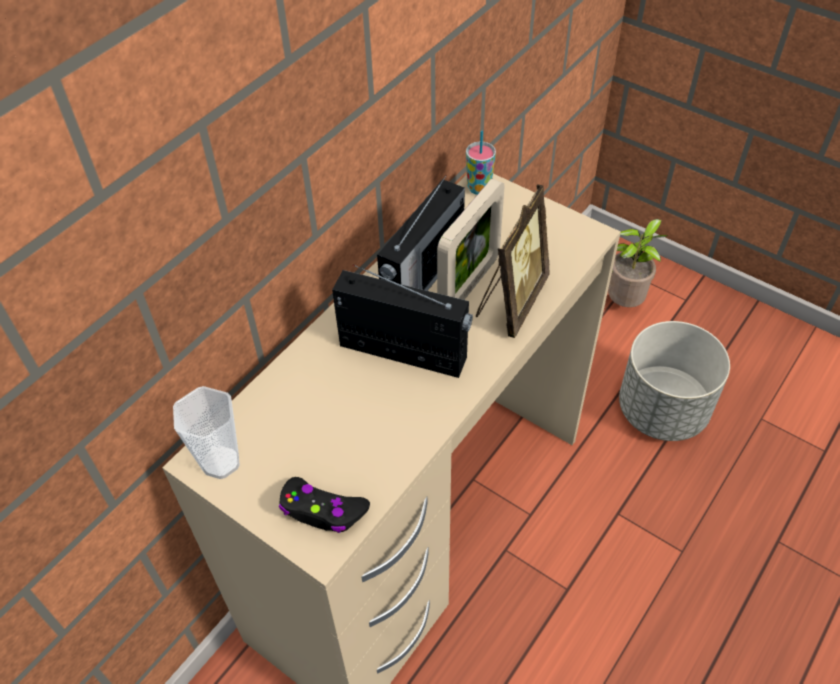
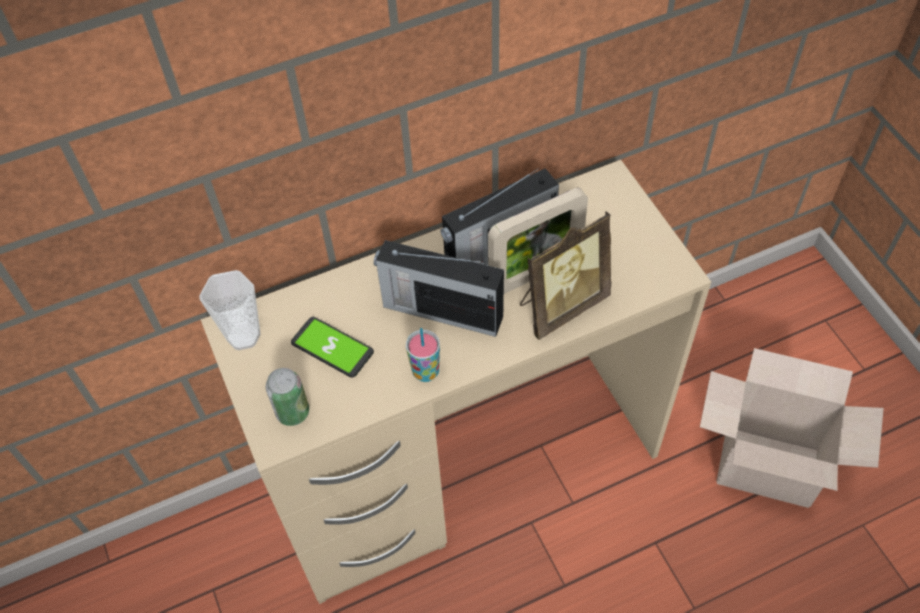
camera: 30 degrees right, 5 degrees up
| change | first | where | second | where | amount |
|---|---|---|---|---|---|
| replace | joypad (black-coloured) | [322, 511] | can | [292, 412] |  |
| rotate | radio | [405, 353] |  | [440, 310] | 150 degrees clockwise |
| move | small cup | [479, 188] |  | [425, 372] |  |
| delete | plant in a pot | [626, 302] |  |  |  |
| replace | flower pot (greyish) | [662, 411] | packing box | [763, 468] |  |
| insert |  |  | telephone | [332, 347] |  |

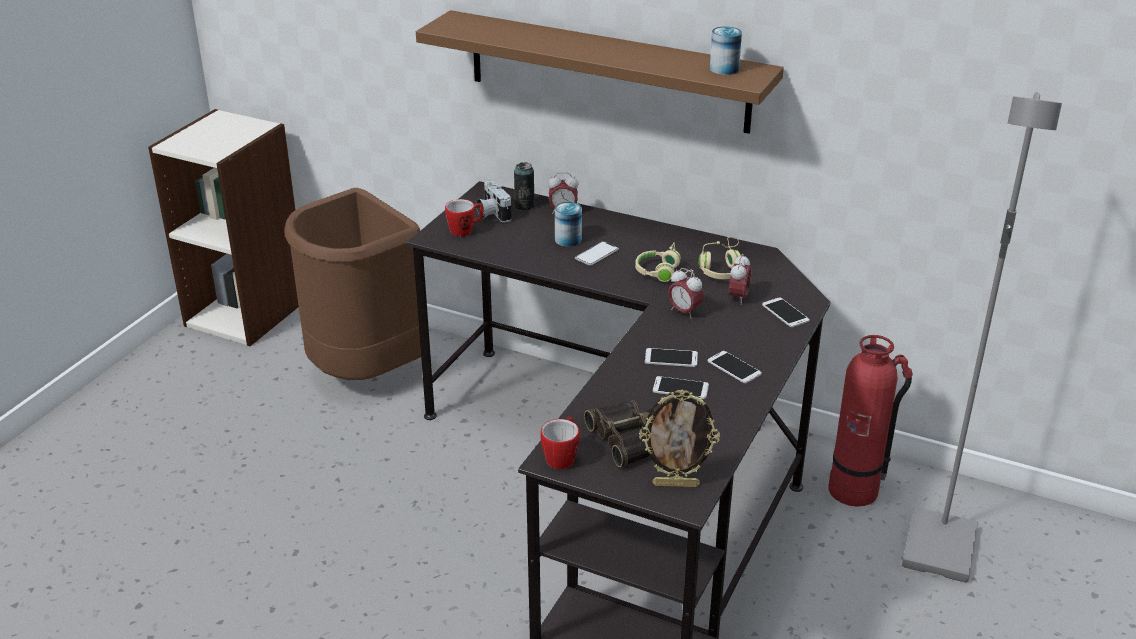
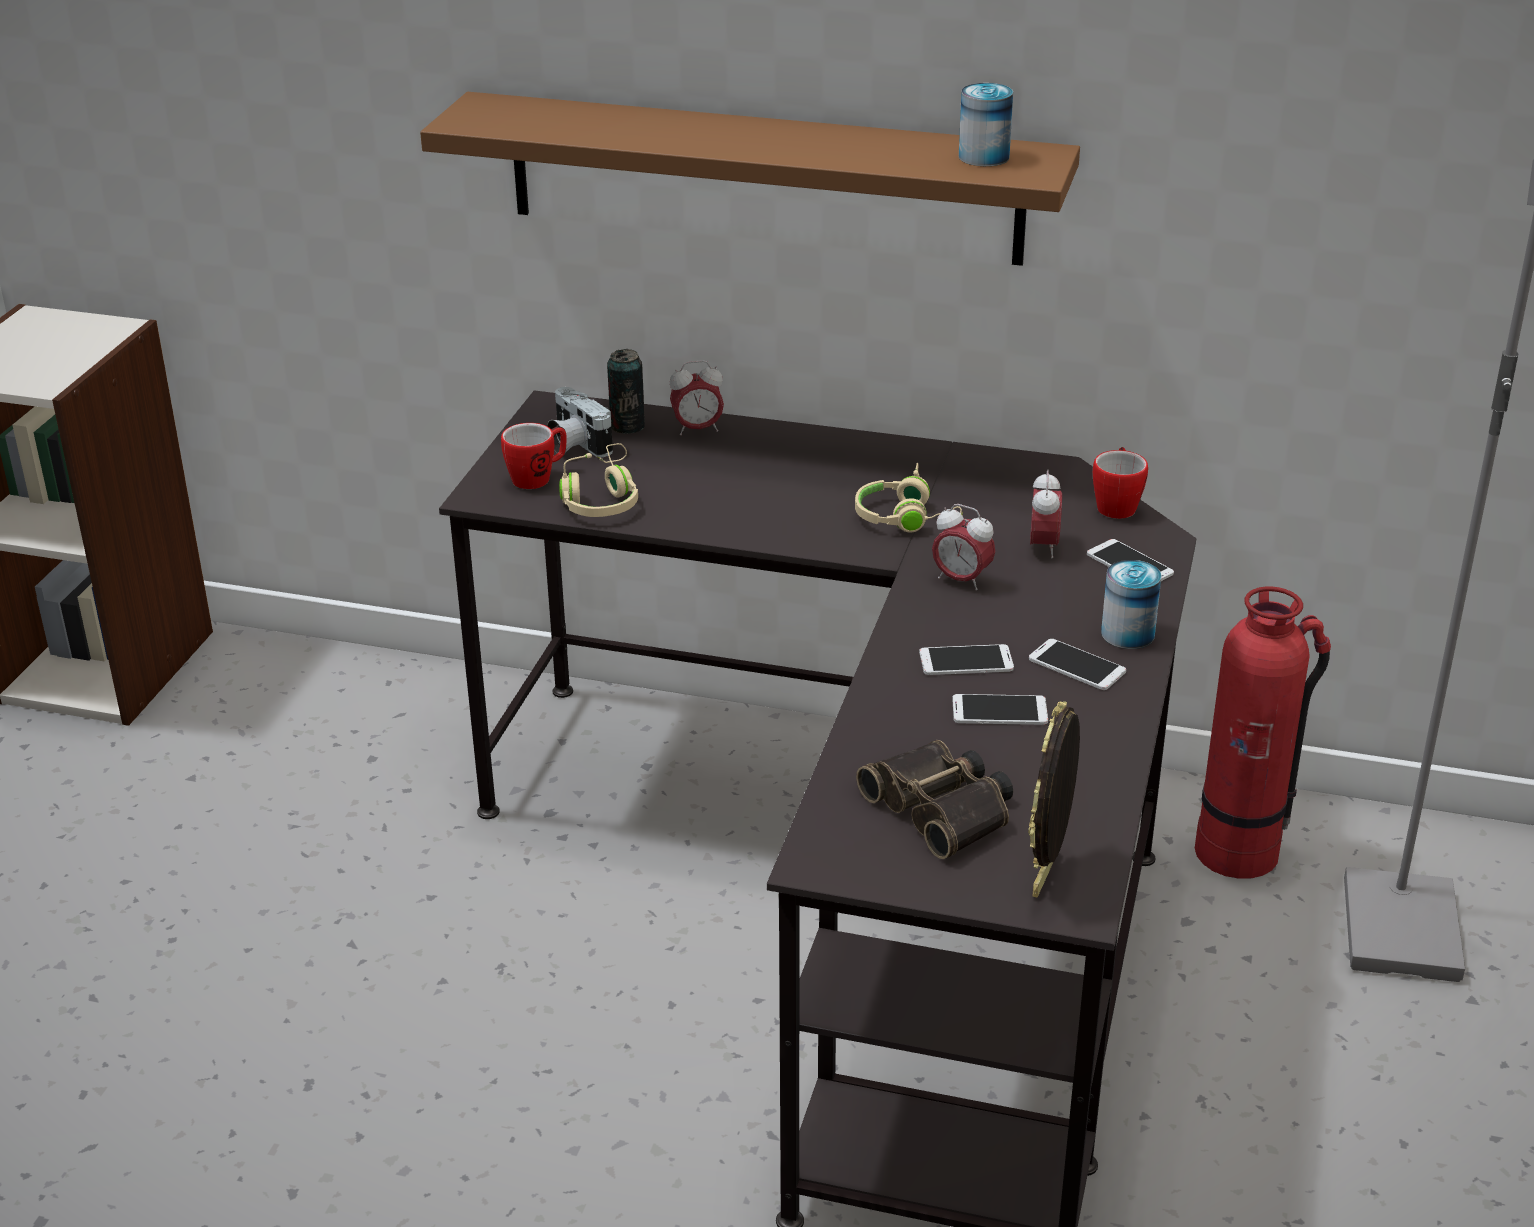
camera: 10 degrees left, 0 degrees up
| change | first | where | second | where | amount |
|---|---|---|---|---|---|
| delete | rubbish bin (brown) | [364, 373] |  |  |  |
| move | coffee mug | [562, 456] |  | [1116, 505] |  |
| move | can | [568, 240] |  | [1127, 634] |  |
| delete | telephone | [596, 254] |  |  |  |
| rotate | standing frame | [676, 484] |  | [1047, 876] | 120 degrees clockwise |
| move | headset (beige) | [722, 268] |  | [601, 499] |  |

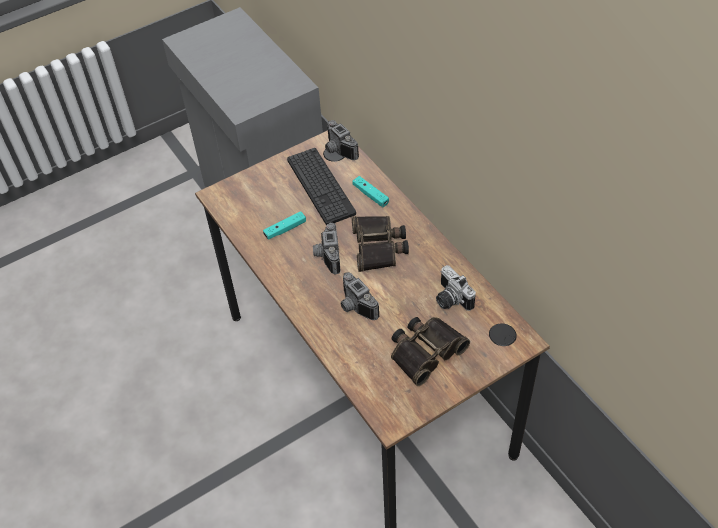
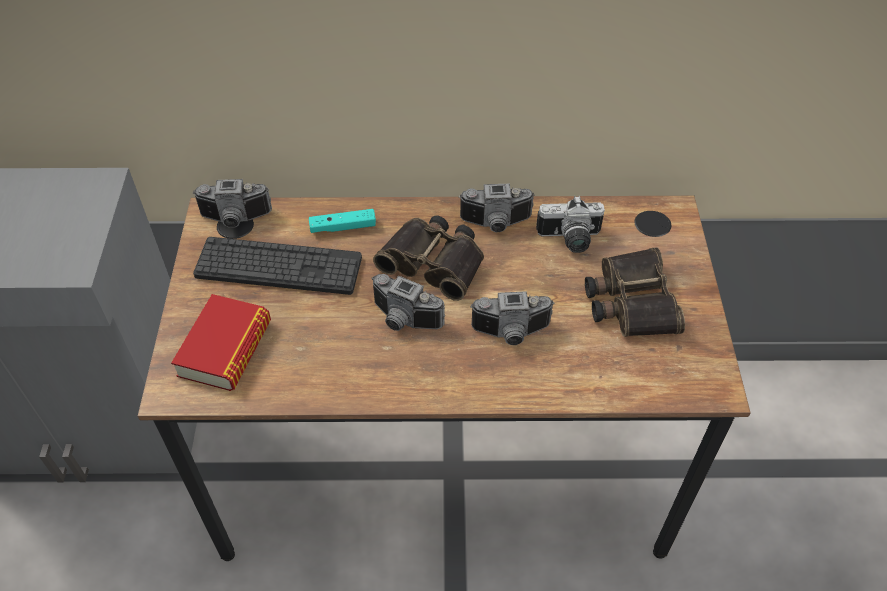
camera: 60 degrees left, 0 degrees up
| change | first | where | second | where | amount |
|---|---|---|---|---|---|
| delete | joypad (turquoise-coloured) | [285, 229] |  |  |  |
| insert |  |  | bound book | [225, 348] |  |
| insert |  |  | still camera | [496, 224] |  |

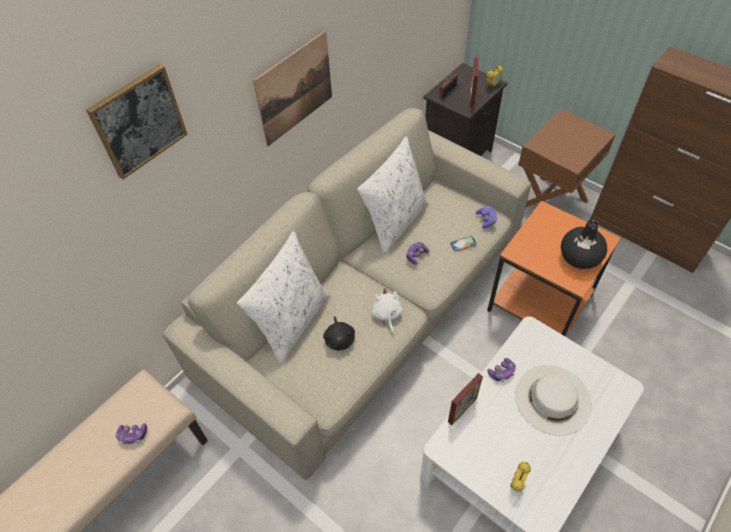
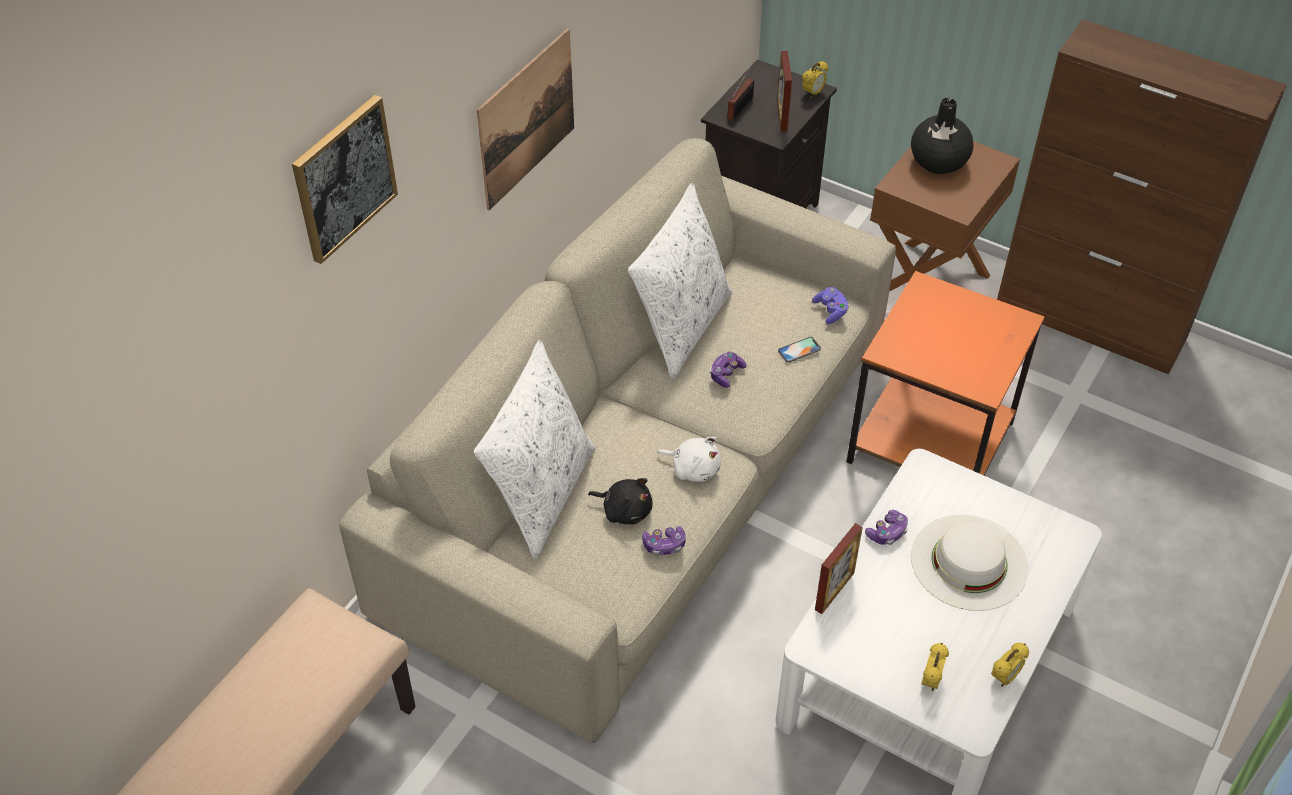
camera: 10 degrees left, 5 degrees down
| change | first | where | second | where | amount |
|---|---|---|---|---|---|
| move | joypad | [133, 435] |  | [664, 545] |  |
| rotate | cuddly toy (black-coloured) | [339, 339] |  | [625, 510] | 45 degrees counterclockwise |
| rotate | cuddly toy (whitish) | [386, 315] |  | [693, 468] | 135 degrees clockwise |
| move | flower vase (black-coloured) | [578, 258] |  | [937, 163] |  |
| insert |  |  | alarm clock | [1004, 678] |  |

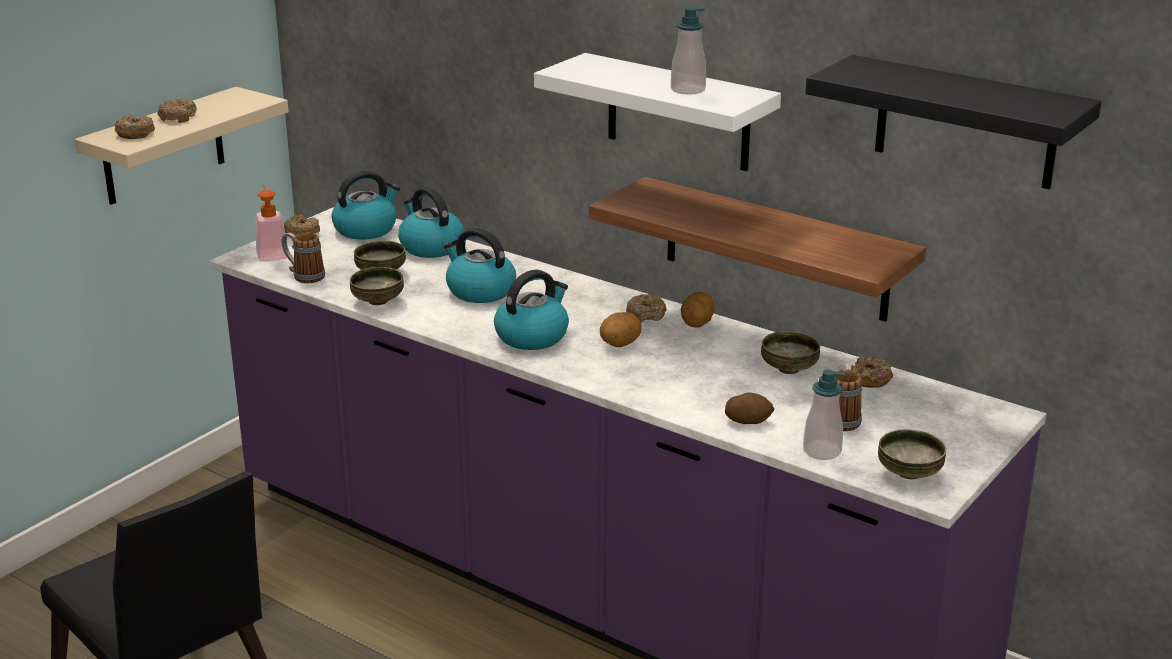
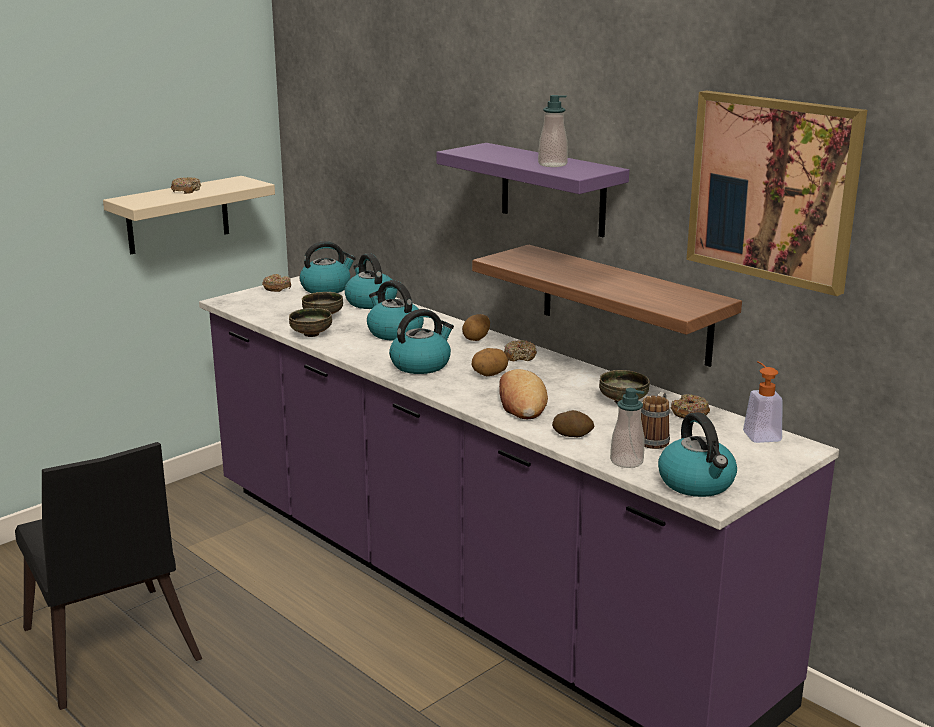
camera: 10 degrees right, 5 degrees down
| change | first | where | second | where | amount |
|---|---|---|---|---|---|
| delete | ring doughnut | [135, 133] |  |  |  |
| move | soap dispenser | [272, 253] |  | [759, 433] |  |
| delete | coffee mug | [303, 276] |  |  |  |
| recolor | bracket shelf (whitish) | [678, 113] | bracket shelf (purplish) | [553, 190] |  |
| move | whole potato | [697, 323] |  | [476, 339] |  |
| replace | bracket shelf (black-coloured) | [965, 123] | wall picture | [773, 189] |  |
| replace | serving bowl | [909, 473] | water kettle | [697, 483] |  |
| insert |  |  | bread | [521, 402] |  |

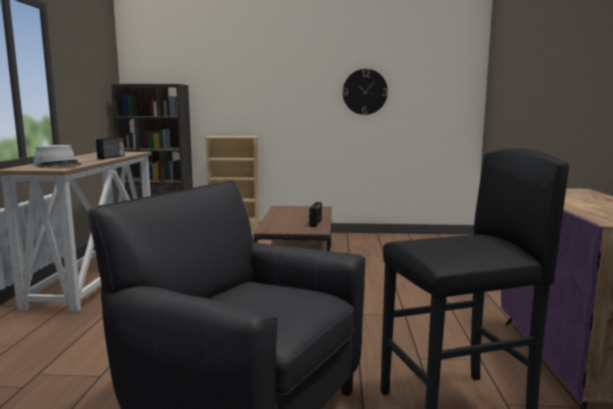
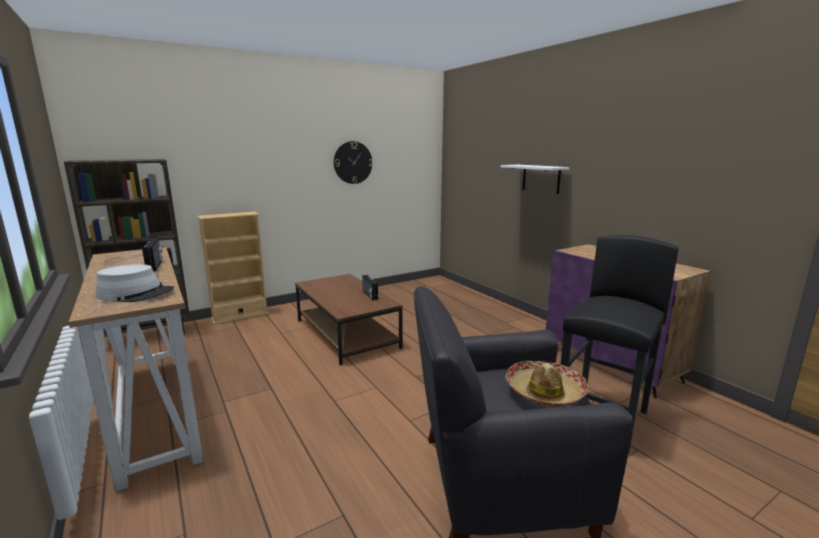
camera: 35 degrees left, 5 degrees up
| change | first | where | second | where | amount |
|---|---|---|---|---|---|
| insert |  |  | bracket shelf (whitish) | [541, 178] |  |
| insert |  |  | hat | [544, 391] |  |

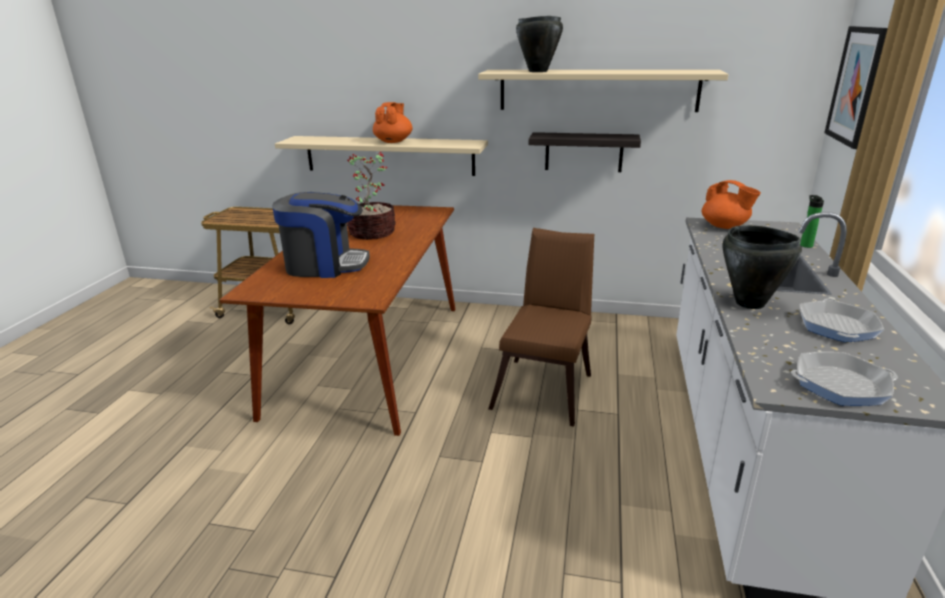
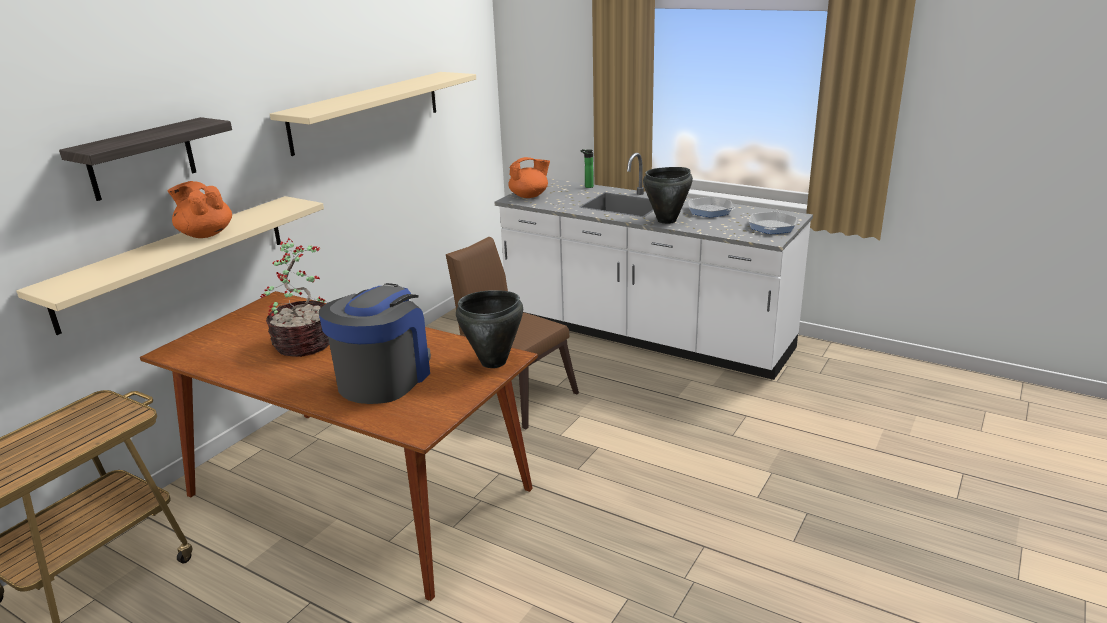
camera: 70 degrees left, 0 degrees up
| change | first | where | second | where | amount |
|---|---|---|---|---|---|
| move | cooking pot (black-coloured) | [537, 71] |  | [494, 362] |  |
| move | bracket shelf | [583, 152] |  | [141, 159] |  |
| delete | wall picture | [856, 86] |  |  |  |

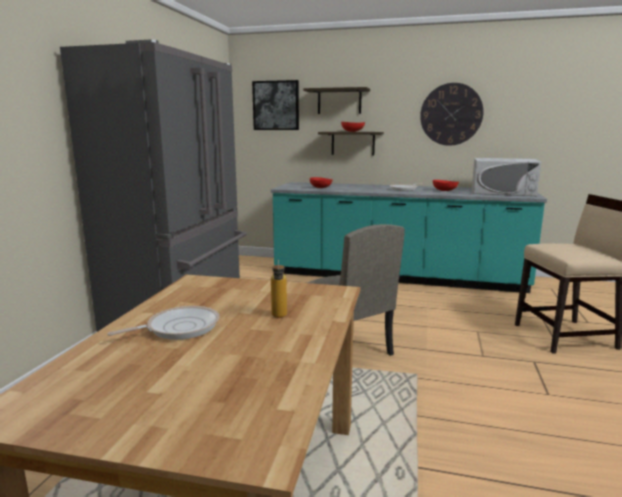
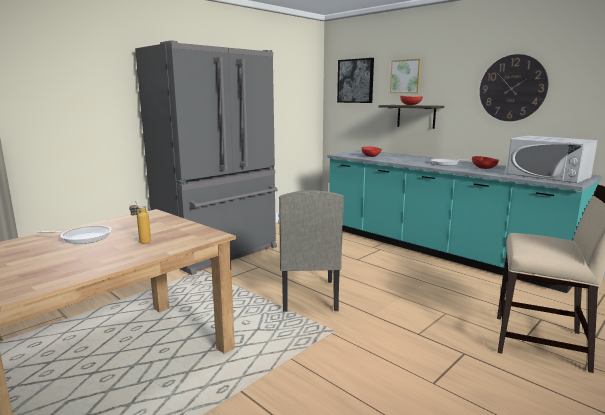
camera: 30 degrees right, 0 degrees up
| change | first | where | second | where | amount |
|---|---|---|---|---|---|
| replace | bracket shelf | [339, 101] | wall picture | [406, 76] |  |

